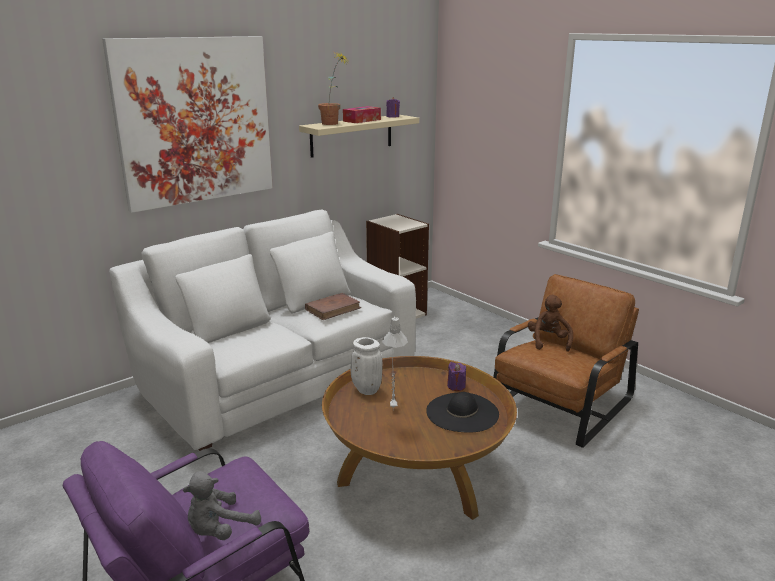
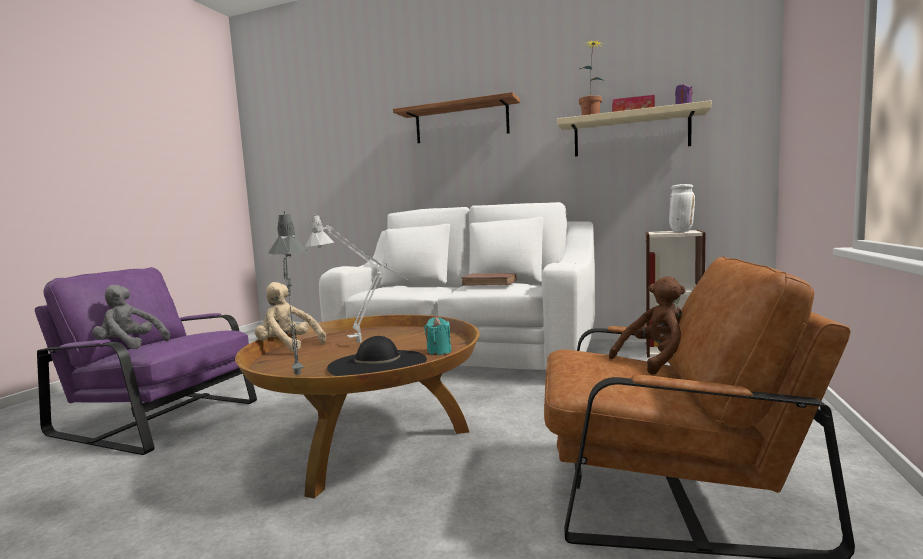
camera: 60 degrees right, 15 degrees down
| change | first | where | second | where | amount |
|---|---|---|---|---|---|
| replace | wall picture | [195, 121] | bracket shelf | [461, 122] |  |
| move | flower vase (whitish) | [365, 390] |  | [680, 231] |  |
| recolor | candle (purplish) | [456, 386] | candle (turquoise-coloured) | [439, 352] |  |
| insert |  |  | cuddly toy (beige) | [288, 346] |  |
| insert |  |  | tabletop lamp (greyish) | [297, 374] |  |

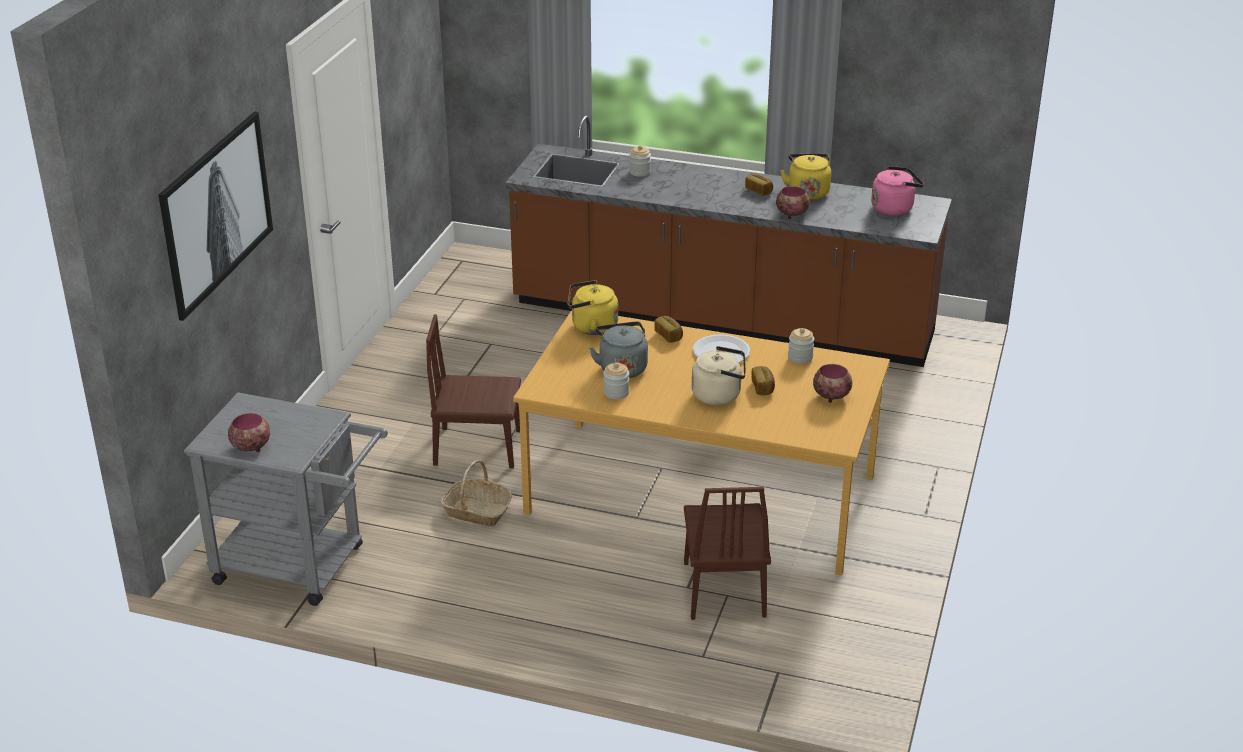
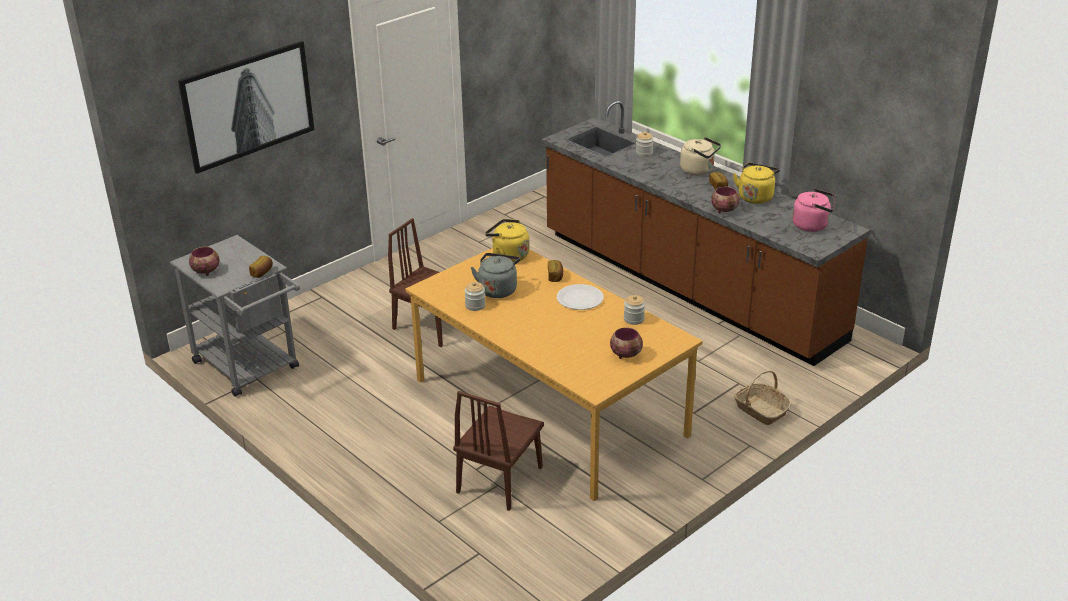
camera: 30 degrees right, 0 degrees up
| change | first | where | second | where | amount |
|---|---|---|---|---|---|
| move | storage basket | [477, 511] |  | [761, 410] |  |
| move | water kettle (beige) | [719, 395] |  | [699, 170] |  |
| move | bread | [763, 387] |  | [262, 272] |  |

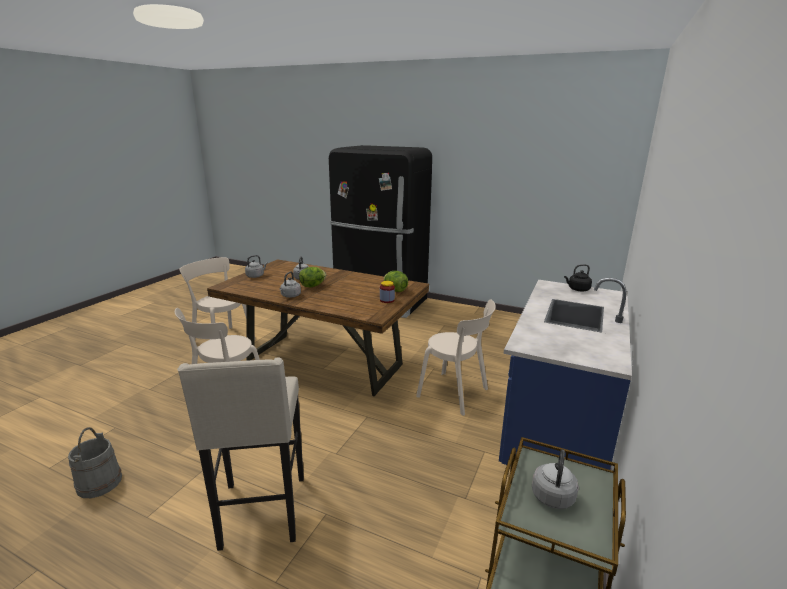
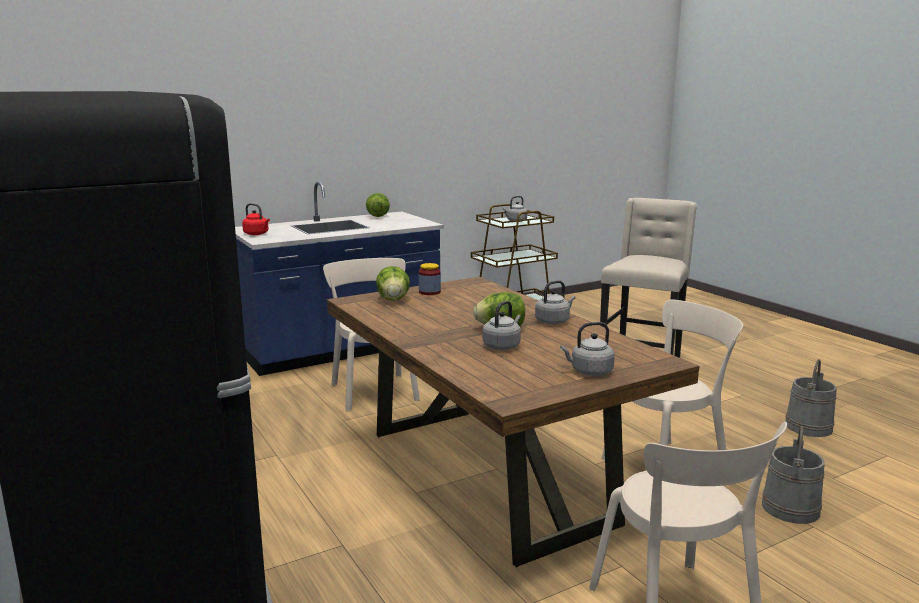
camera: 145 degrees left, 5 degrees down
| change | first | where | second | where | amount |
|---|---|---|---|---|---|
| recolor | water kettle (black-coloured) | [577, 289] | water kettle (reddish) | [257, 234] |  |
| insert |  |  | head of lettuce | [378, 216] |  |
| insert |  |  | bucket (greyish) | [790, 508] |  |

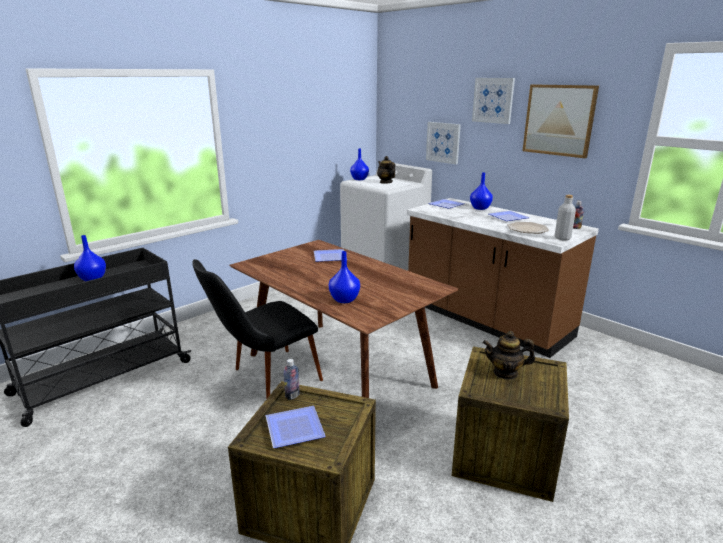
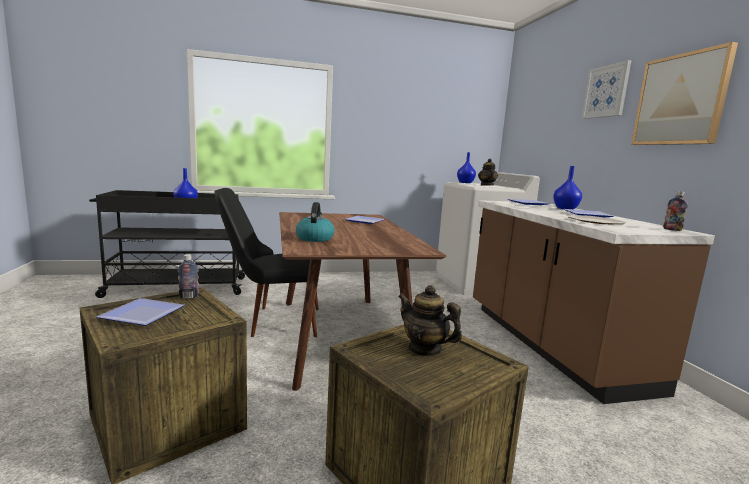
camera: 30 degrees right, 10 degrees down
| change | first | where | second | where | amount |
|---|---|---|---|---|---|
| replace | flower vase (bluish) | [344, 300] | water kettle | [314, 238] |  |
| delete | wall picture | [443, 142] |  |  |  |
| delete | drink bottle (greyish) | [562, 238] |  |  |  |

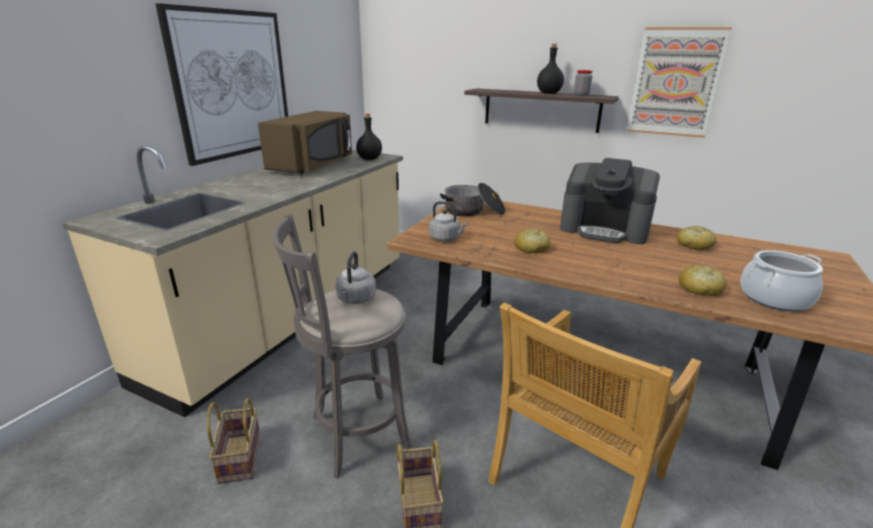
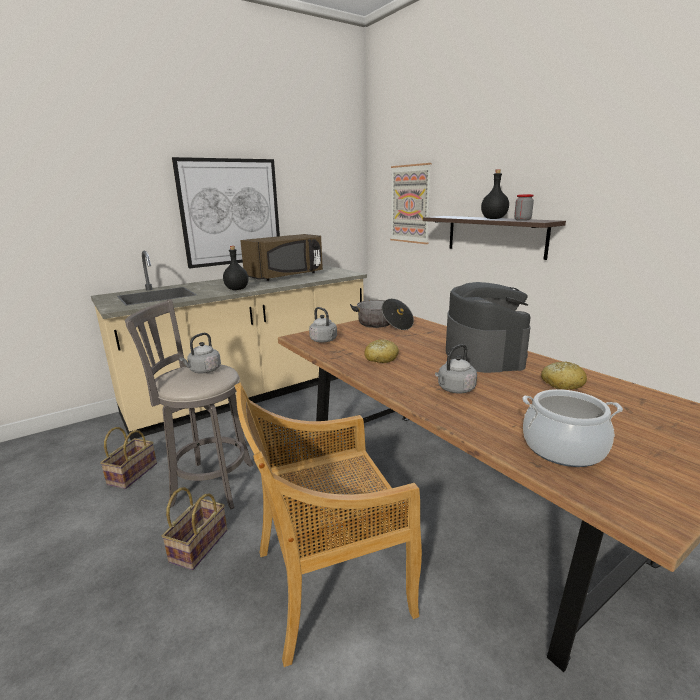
camera: 30 degrees right, 5 degrees down
| change | first | where | second | where | amount |
|---|---|---|---|---|---|
| move | drink bottle (black-coloured) | [370, 159] |  | [237, 289] |  |
| rotate | coffee machine | [604, 229] |  | [483, 355] | 150 degrees counterclockwise |
| move | wall picture | [675, 82] |  | [410, 204] |  |
| delete | bread | [699, 289] |  |  |  |
| insert |  |  | water kettle (greyish) | [454, 389] |  |

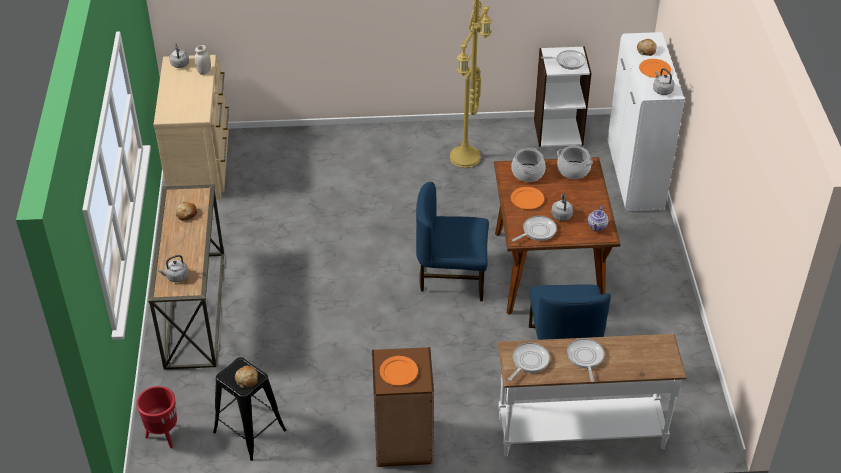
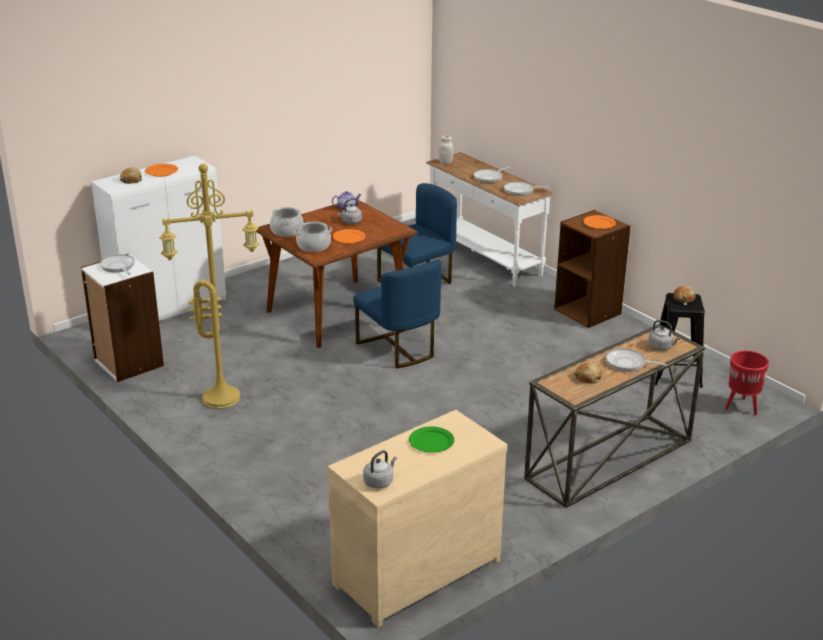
camera: 125 degrees left, 15 degrees down
| change | first | where | second | where | amount |
|---|---|---|---|---|---|
| move | preserve jar (whitish) | [204, 71] |  | [445, 163] |  |
| move | frying pan | [537, 231] |  | [628, 363] |  |
| delete | water kettle (greyish) | [662, 90] |  |  |  |
| insert |  |  | dinner plate (greenish) | [431, 441] |  |

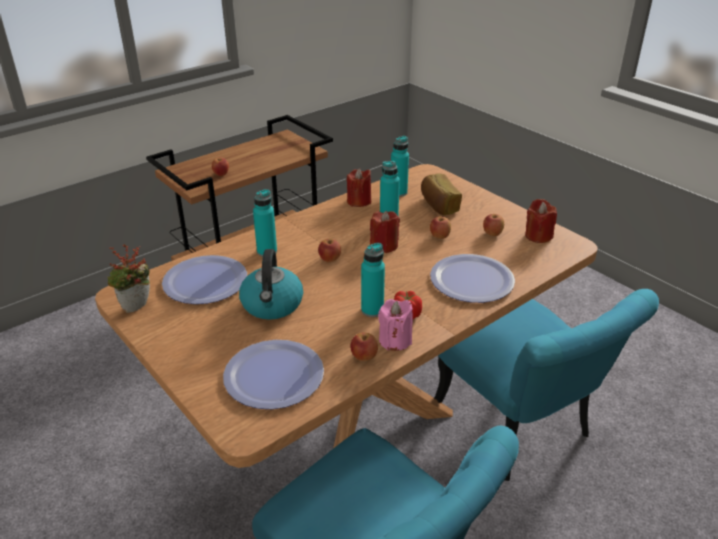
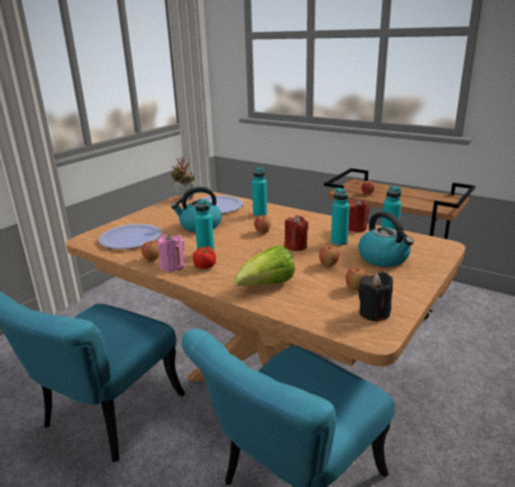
camera: 75 degrees right, 10 degrees down
| change | first | where | second | where | amount |
|---|---|---|---|---|---|
| replace | bread | [438, 205] | water kettle | [384, 258] |  |
| replace | dinner plate | [472, 280] | head of lettuce | [267, 286] |  |
| recolor | candle (reddish) | [538, 236] | candle (black-coloured) | [374, 313] |  |

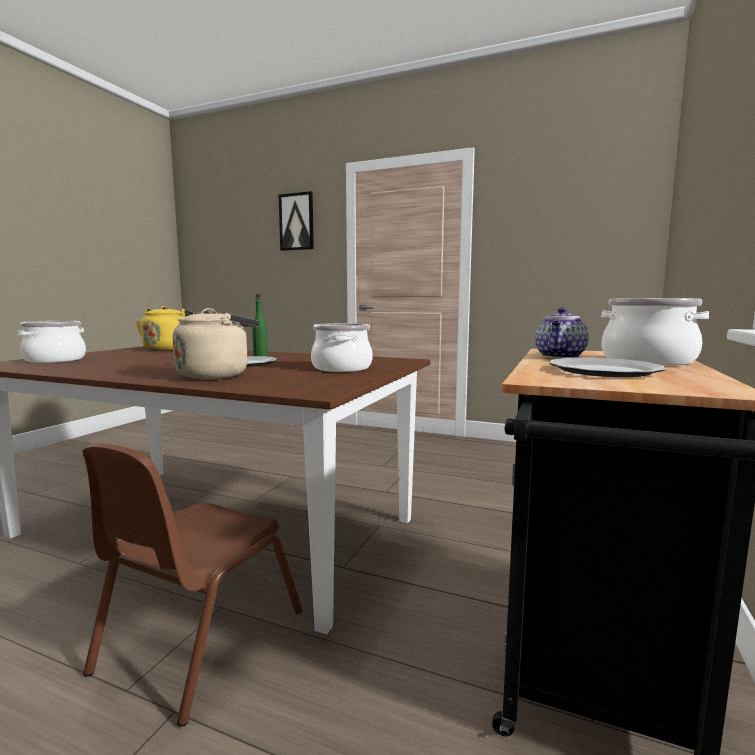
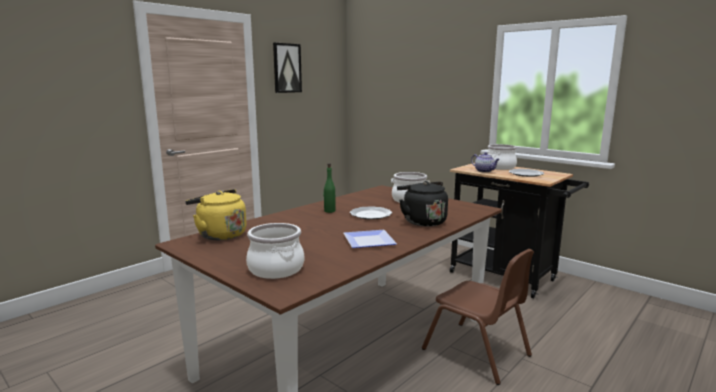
camera: 70 degrees left, 5 degrees up
| change | first | where | second | where | amount |
|---|---|---|---|---|---|
| recolor | water kettle (beige) | [217, 375] | water kettle (black-coloured) | [422, 221] |  |
| move | wall picture | [297, 222] |  | [287, 68] |  |
| insert |  |  | dinner plate | [367, 241] |  |

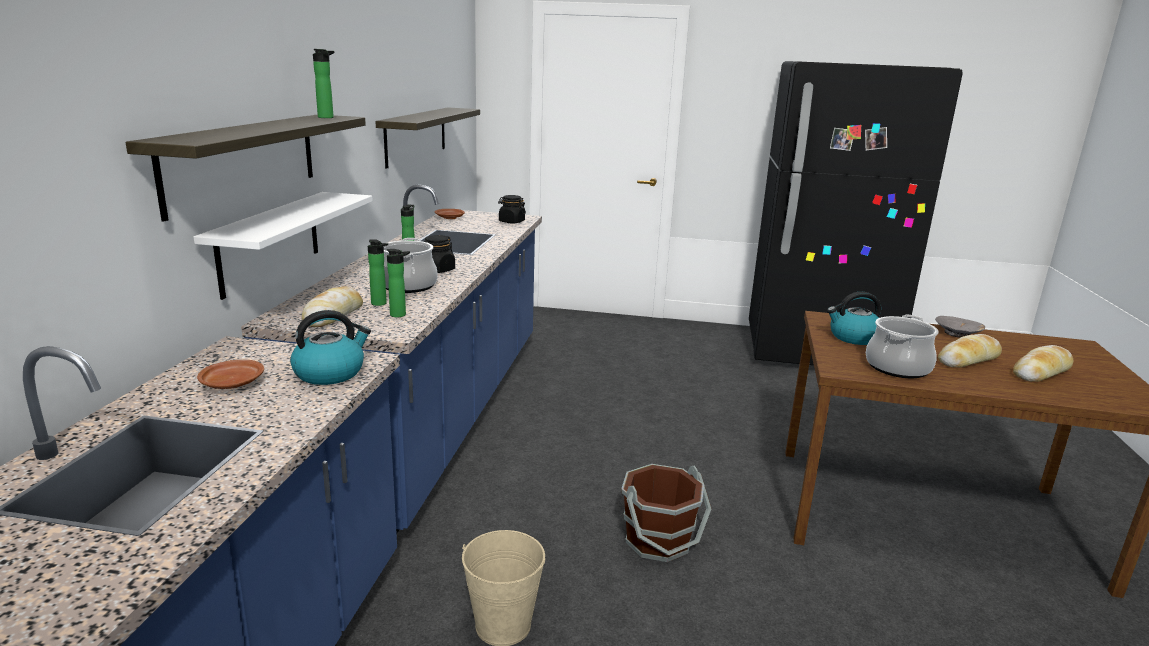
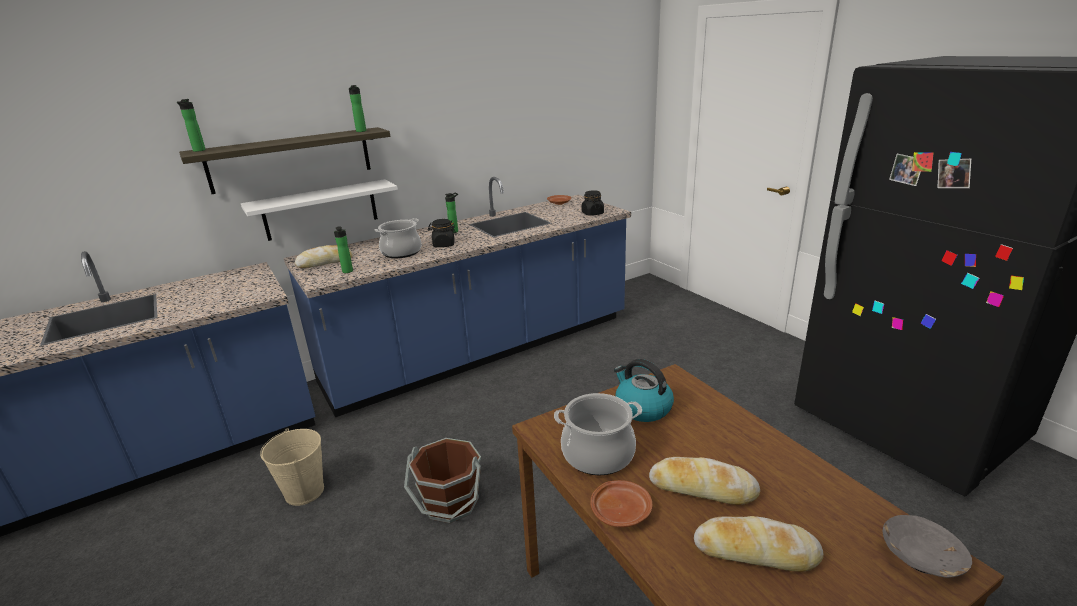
camera: 50 degrees right, 5 degrees up
| change | first | where | second | where | amount |
|---|---|---|---|---|---|
| move | dinner plate (brown) | [232, 383] |  | [621, 511] |  |
| delete | water kettle | [330, 373] |  |  |  |
| move | drink bottle | [380, 304] |  | [198, 151] |  |
| delete | bracket shelf | [416, 135] |  |  |  |
| move | serving bowl (greyish) | [957, 333] |  | [920, 558] |  |

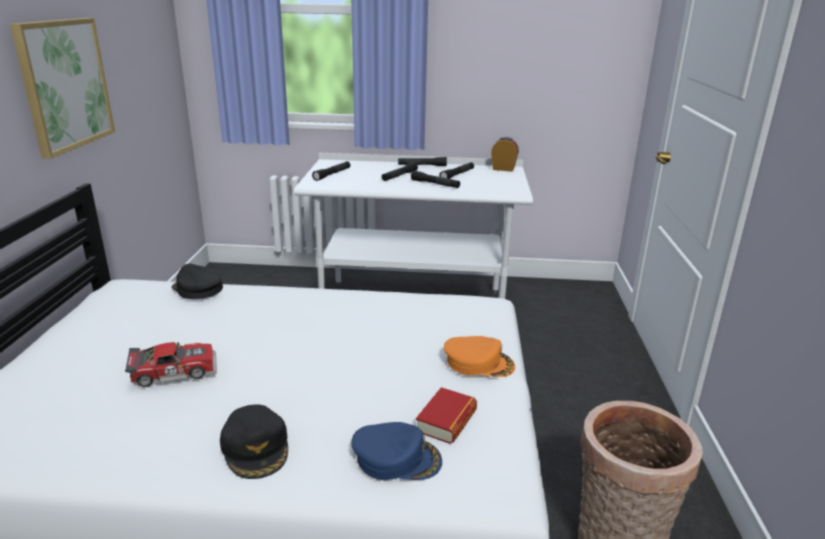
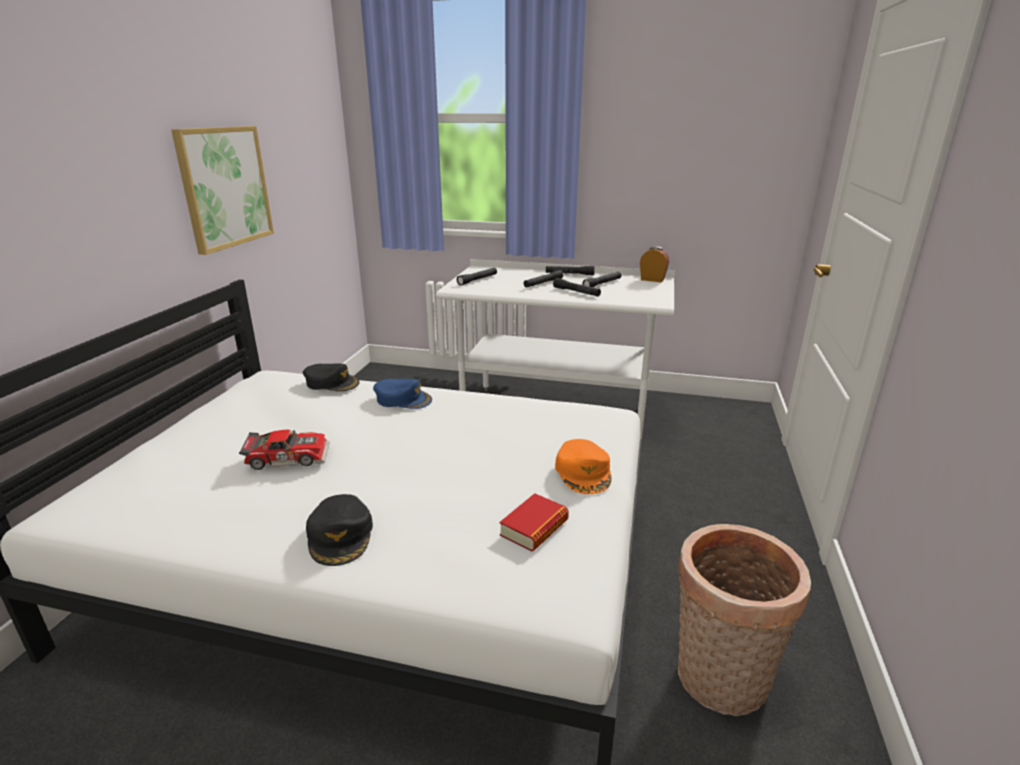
camera: 10 degrees right, 0 degrees up
| change | first | where | second | where | amount |
|---|---|---|---|---|---|
| rotate | peaked cap (black-coloured) | [197, 289] |  | [332, 383] | 150 degrees clockwise |
| move | peaked cap (bluish) | [397, 458] |  | [403, 399] |  |
| rotate | peaked cap (orange-coloured) | [478, 362] |  | [584, 472] | 60 degrees clockwise |

